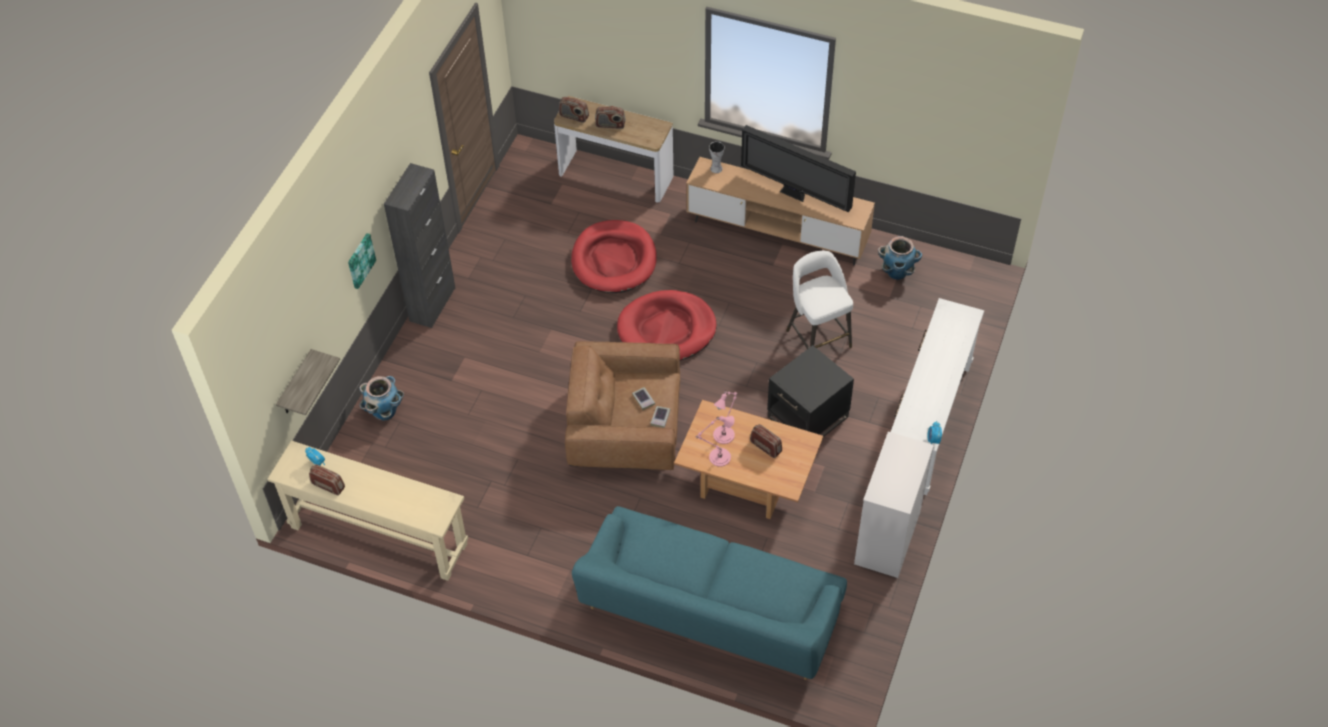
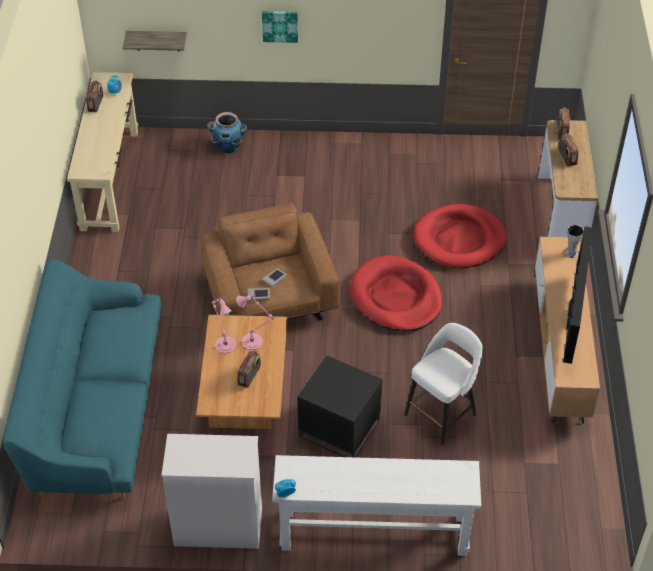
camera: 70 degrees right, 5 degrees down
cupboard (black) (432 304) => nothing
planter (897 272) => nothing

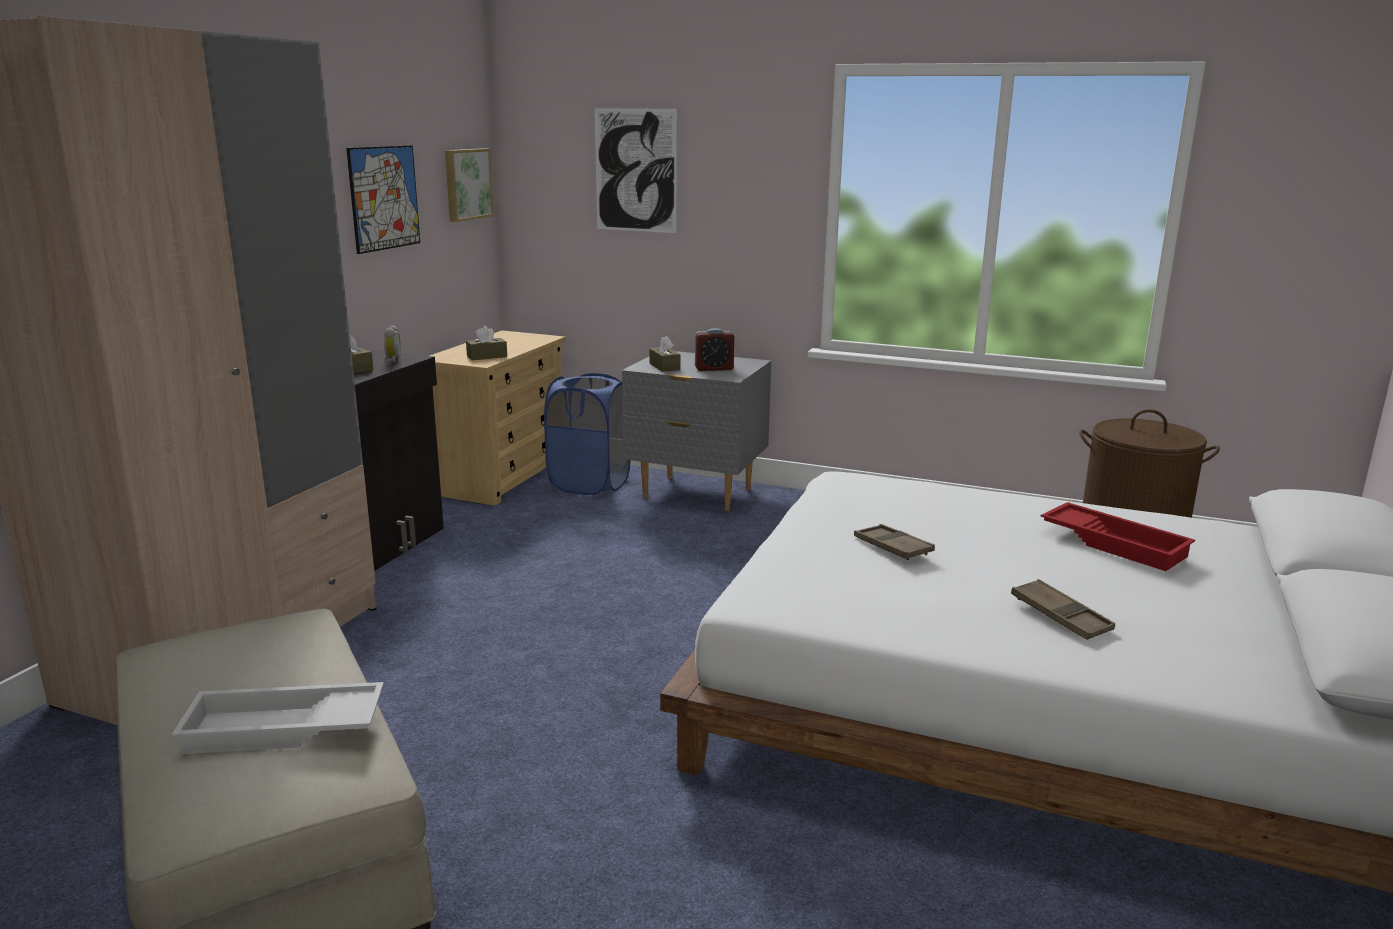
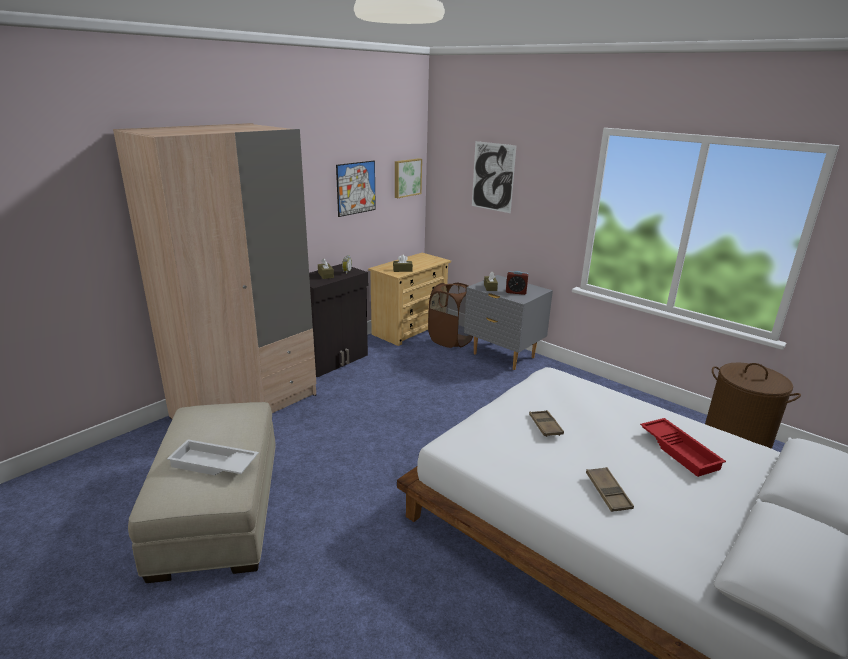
camera: 20 degrees right, 5 degrees up
hamper (bluish) (590 484) => hamper (brownish) (451 340)

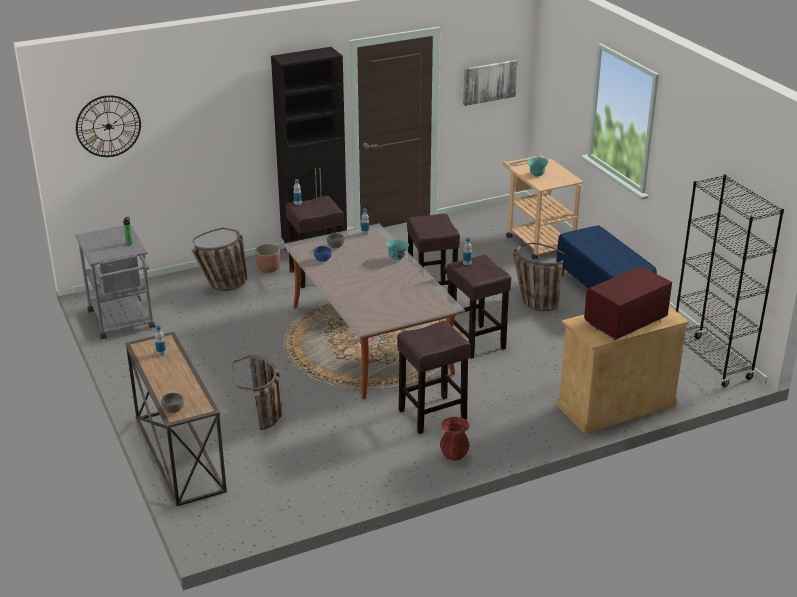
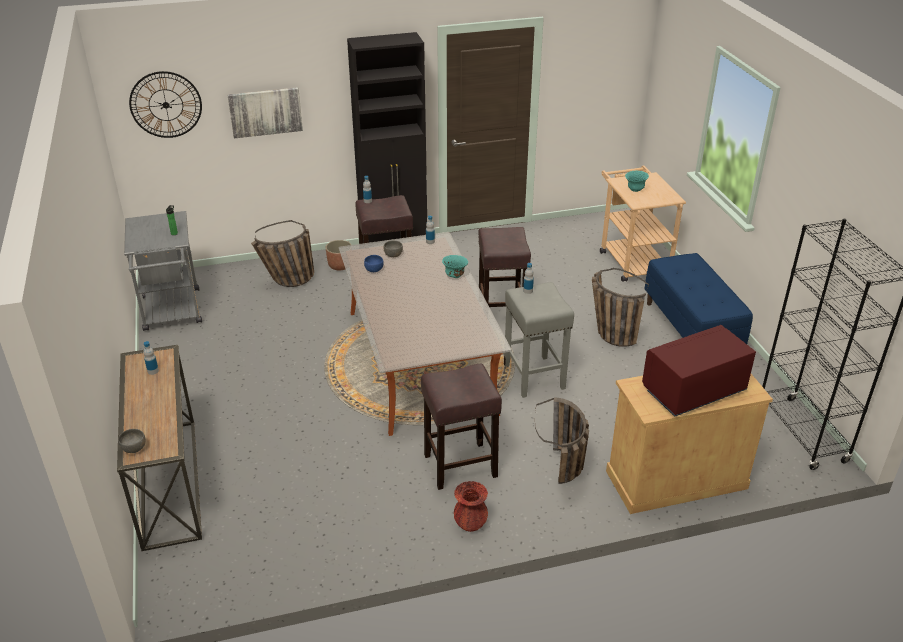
camera: 10 degrees right, 5 degrees up
wall picture (489 82) => wall picture (265 112), relocated
stool seat (brownish) (476 342) => stool seat (gray) (534 377)
basket (265 422) => basket (564 474), relocated

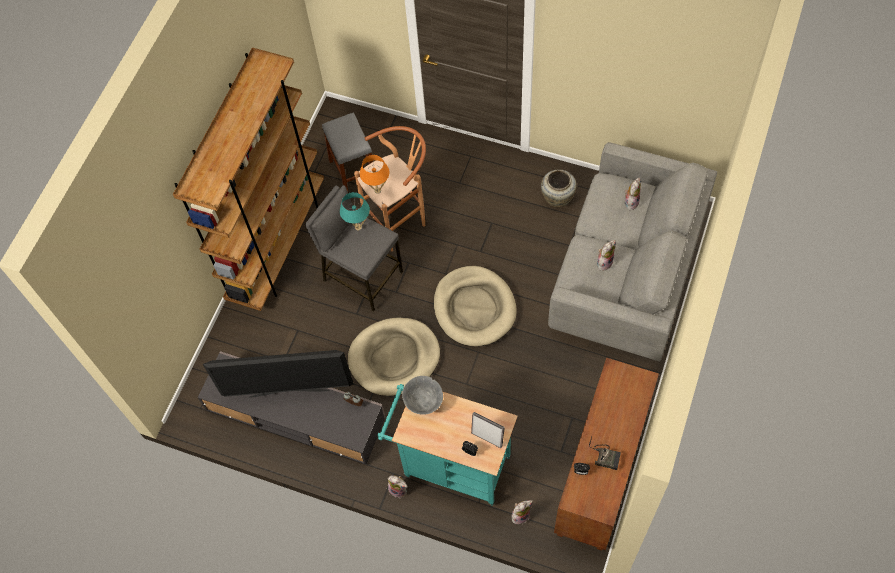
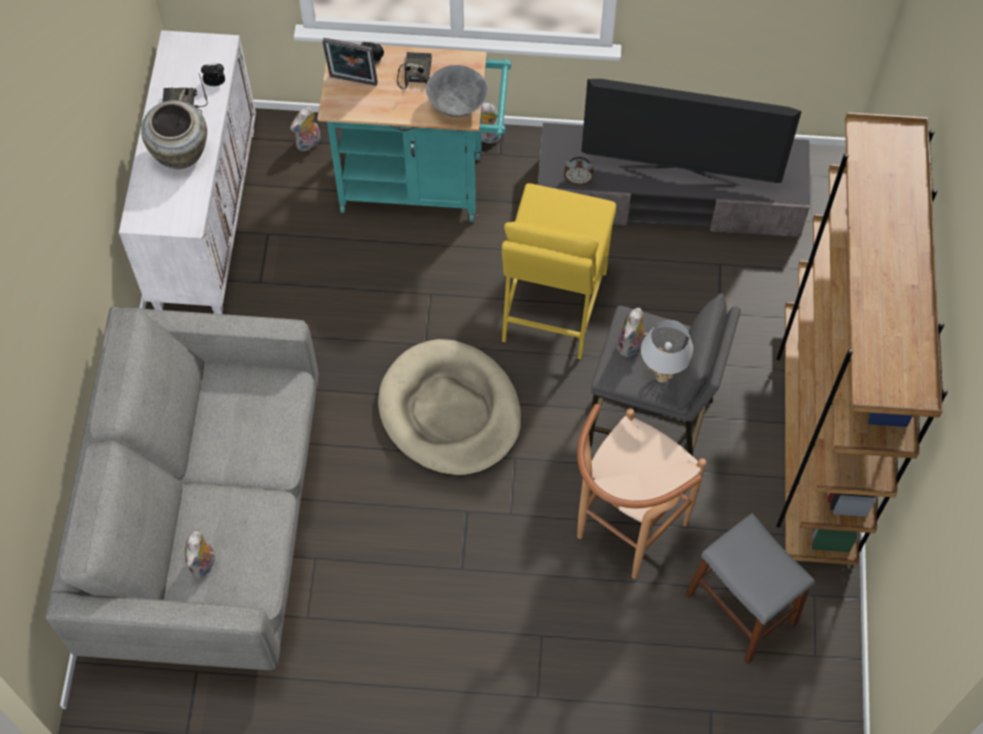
camera: 160 degrees right, 0 degrees up
table lamp (orange) (377 190) => nothing
vase (beige-coloured) (557 197) => vase (beige-coloured) (181 155), relocated
table lamp (blue-green) (358 227) => table lamp (whitish) (661 377)
plush toy (604 262) => plush toy (631 346), relocated
dog bed (beige-coloured) (394 358) => stool seat (yellow-coloured) (552 306)
TV set (289 392) => TV set (679 174), 150 degrees counterclockwise
cupboard (brownish) (601 474) => cupboard (whitish) (204 217)
nothing => radio receiver (414 73)

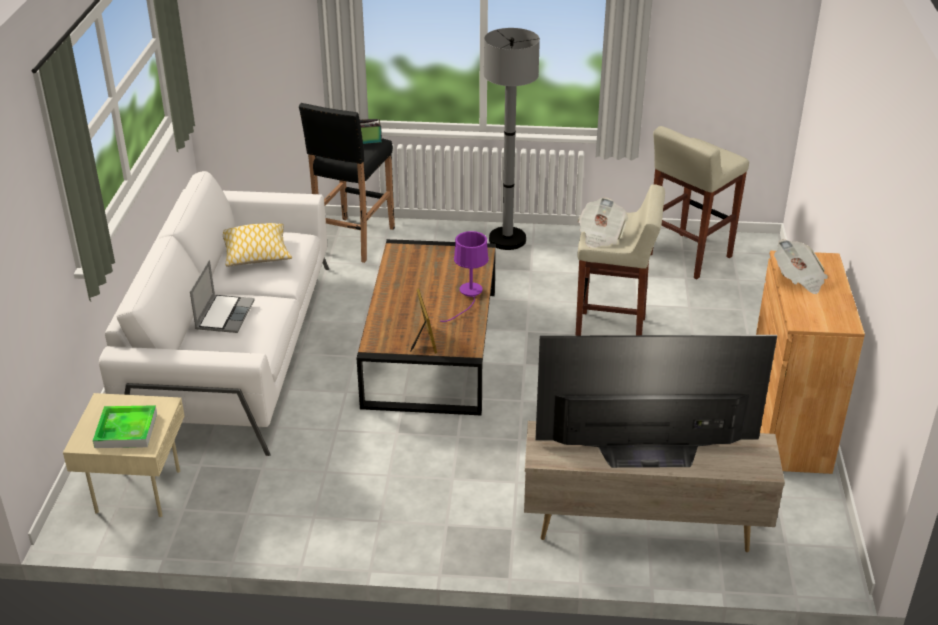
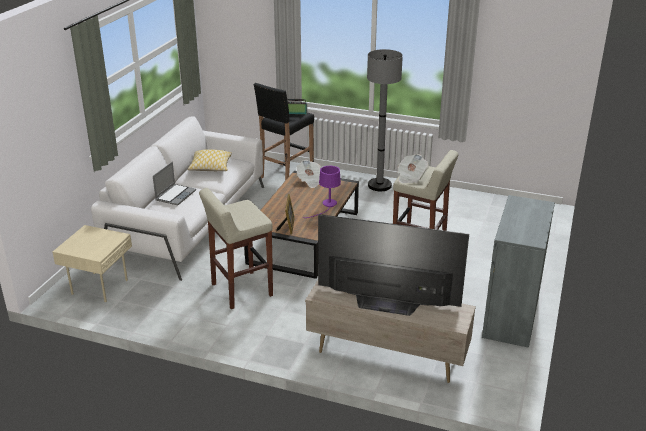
camera: 15 degrees right, 5 degrees down
stool seat (beige-coloured) (687 256) => stool seat (beige-coloured) (240 290), relocated
newspaper (798 279) => newspaper (310 181), relocated
cupboard (brownish) (788 427) => cupboard (gray) (511 315)
tray (126 430) => nothing

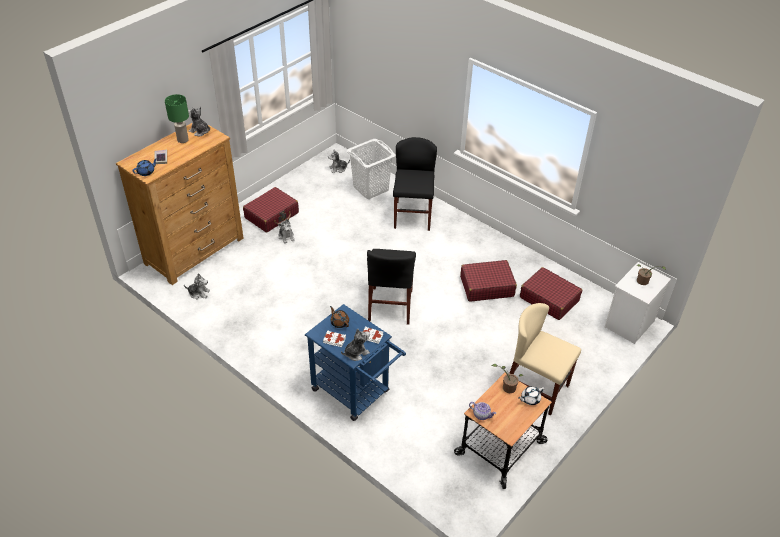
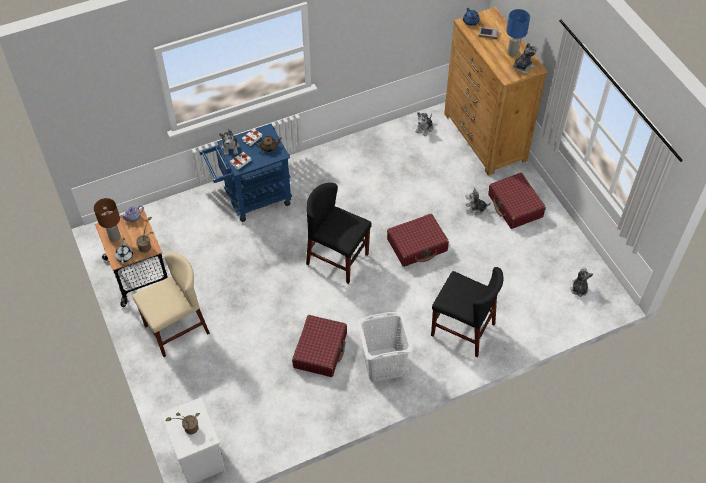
camera: 115 degrees right, 10 degrees up
table lamp (green-coloured) (182 140) => table lamp (bluish) (513 52)
hamper (whitish) (371 188) => hamper (whitish) (383 364), relocated
suitcase (red) (549 299) => suitcase (red) (417 245), relocated
nothing => table lamp (brownish) (114 237)

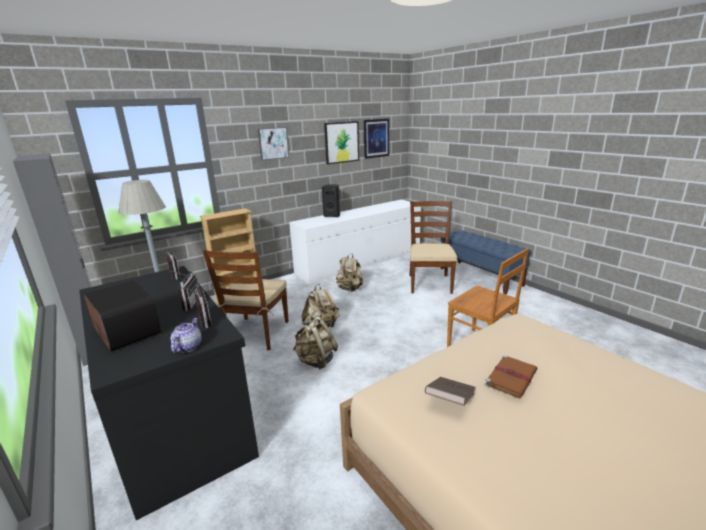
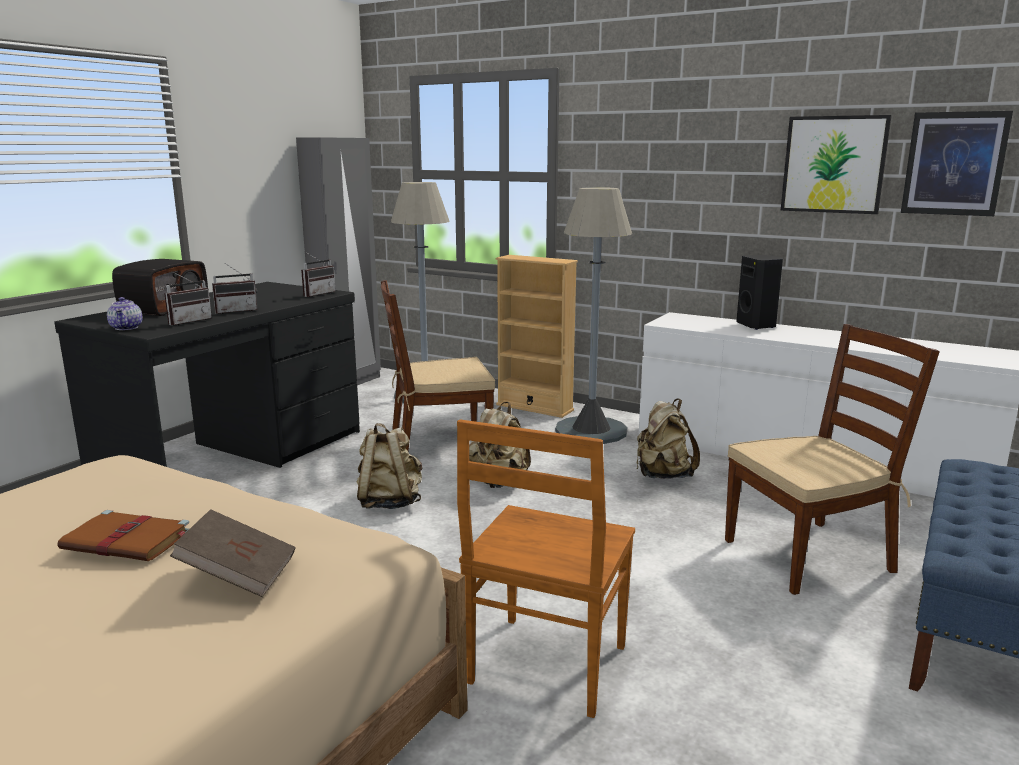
camera: 65 degrees right, 5 degrees down
wall picture (273 143) => nothing
teapot (188 347) => teapot (127 328), 90 degrees clockwise
book (brownish) (449 400) => book (brownish) (238 574), relocated
nothing => standard lamp (gray) (591 431)

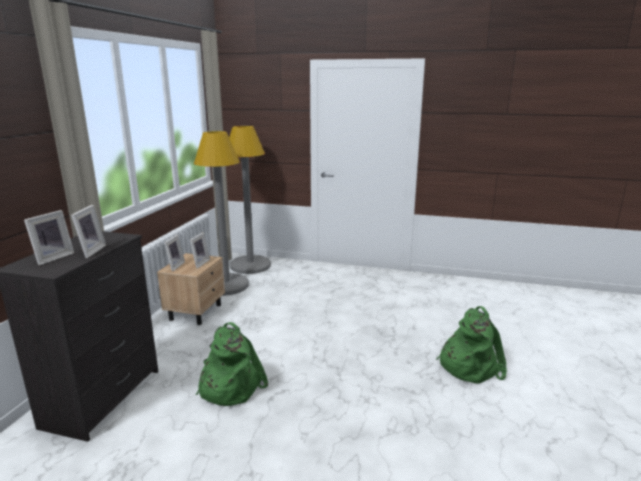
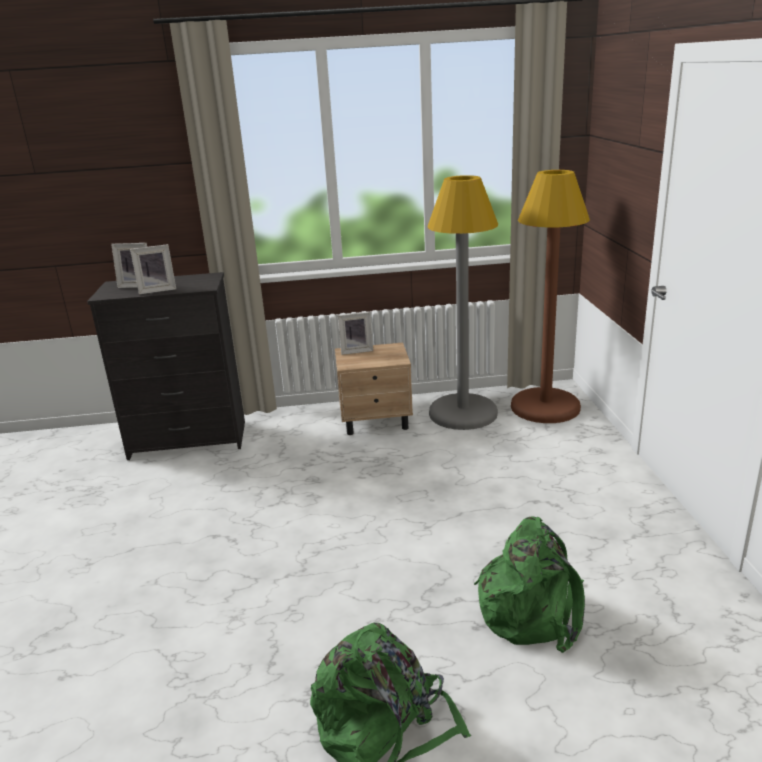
camera: 70 degrees right, 5 degrees up
standard lamp (gray) (250 265) => standard lamp (brownish) (545 407)
standing frame (199 263) => nothing
backpack (green-coloured) (229 386) => backpack (green-coloured) (532 610), relocated

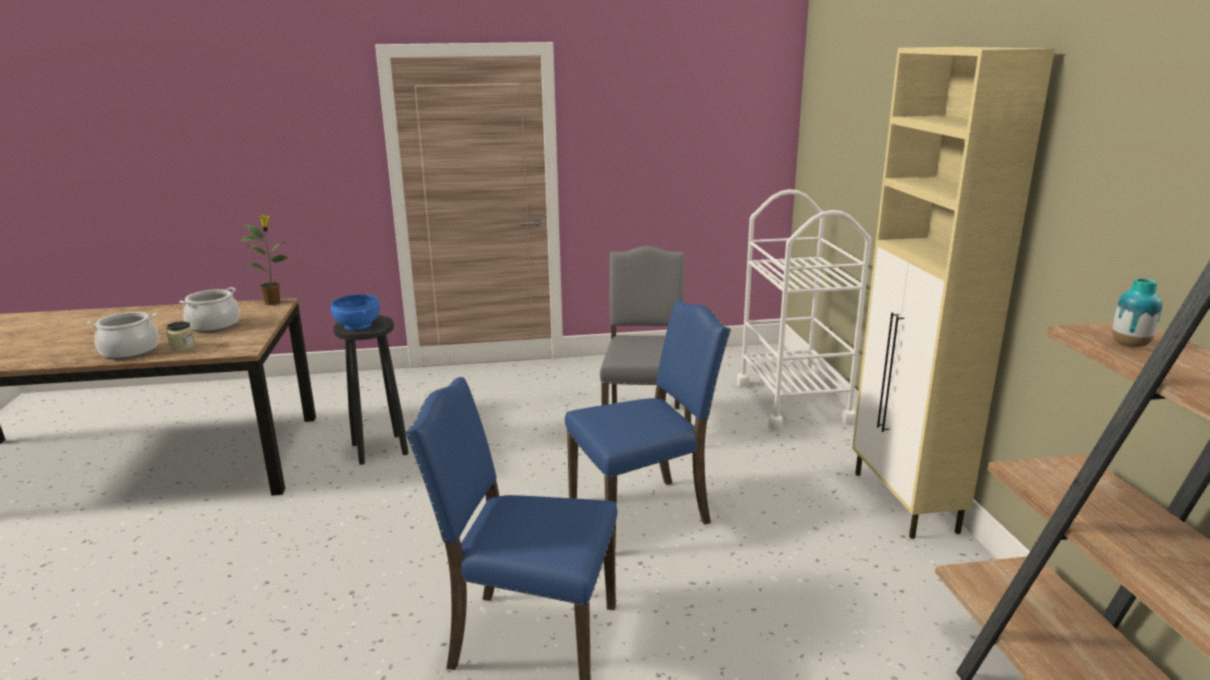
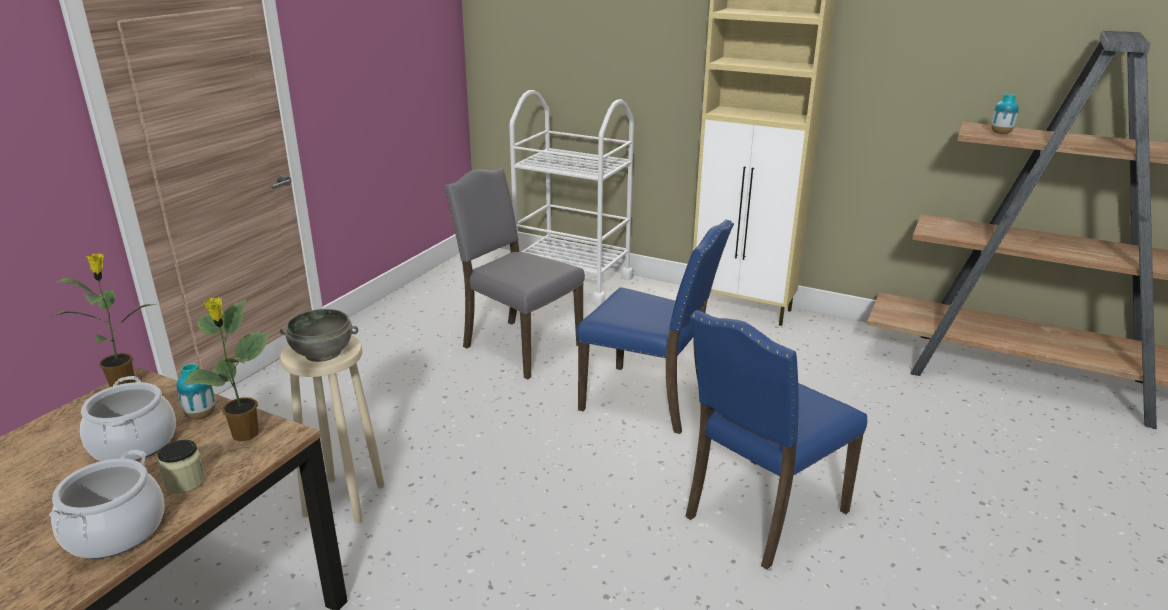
camera: 55 degrees left, 5 degrees up
serving bowl (bluish) (358 325) => serving bowl (gray) (323 352)
chair (bluish) (643 513) => chair (bluish) (648 400), 105 degrees clockwise
stool seat (black) (380 449) => stool seat (beige-coloured) (345 500)
nothing => potted plant (245 435)
nothing => vase (201 415)

